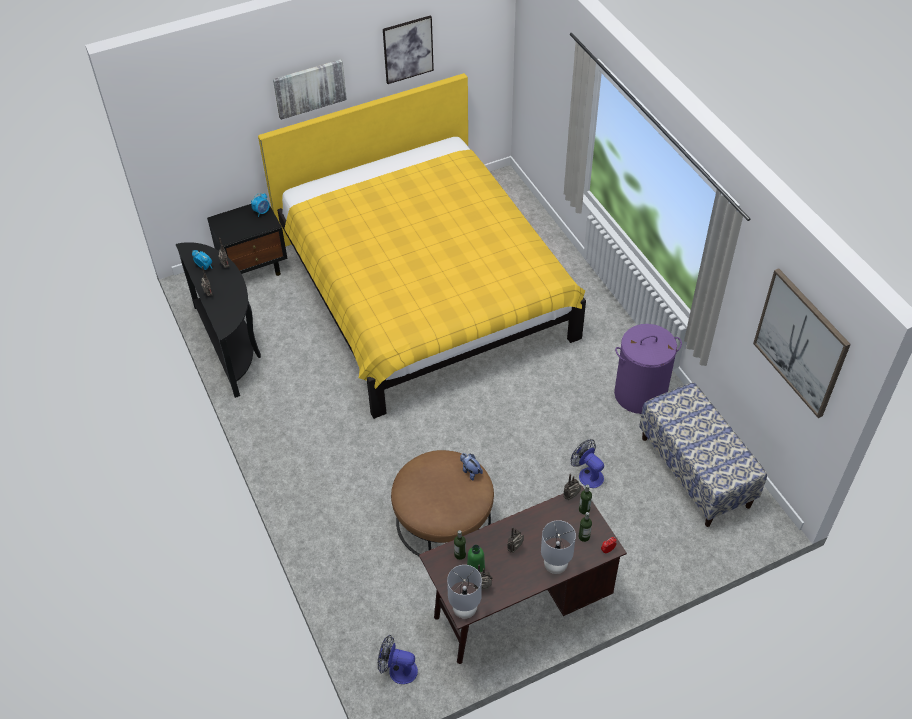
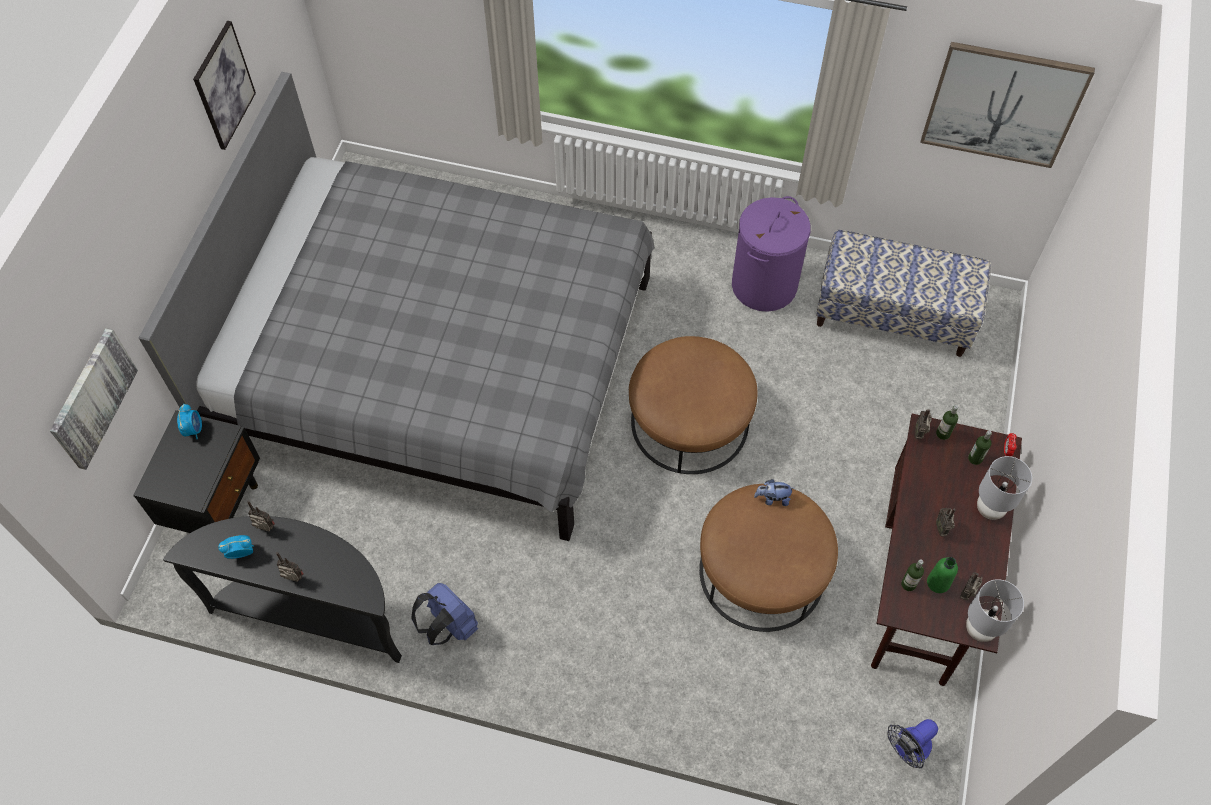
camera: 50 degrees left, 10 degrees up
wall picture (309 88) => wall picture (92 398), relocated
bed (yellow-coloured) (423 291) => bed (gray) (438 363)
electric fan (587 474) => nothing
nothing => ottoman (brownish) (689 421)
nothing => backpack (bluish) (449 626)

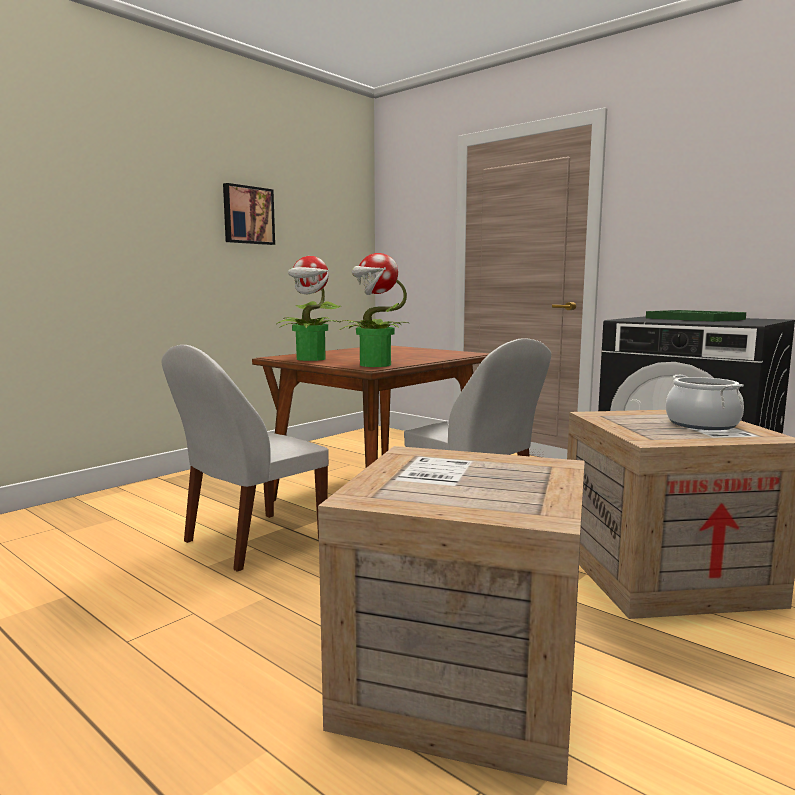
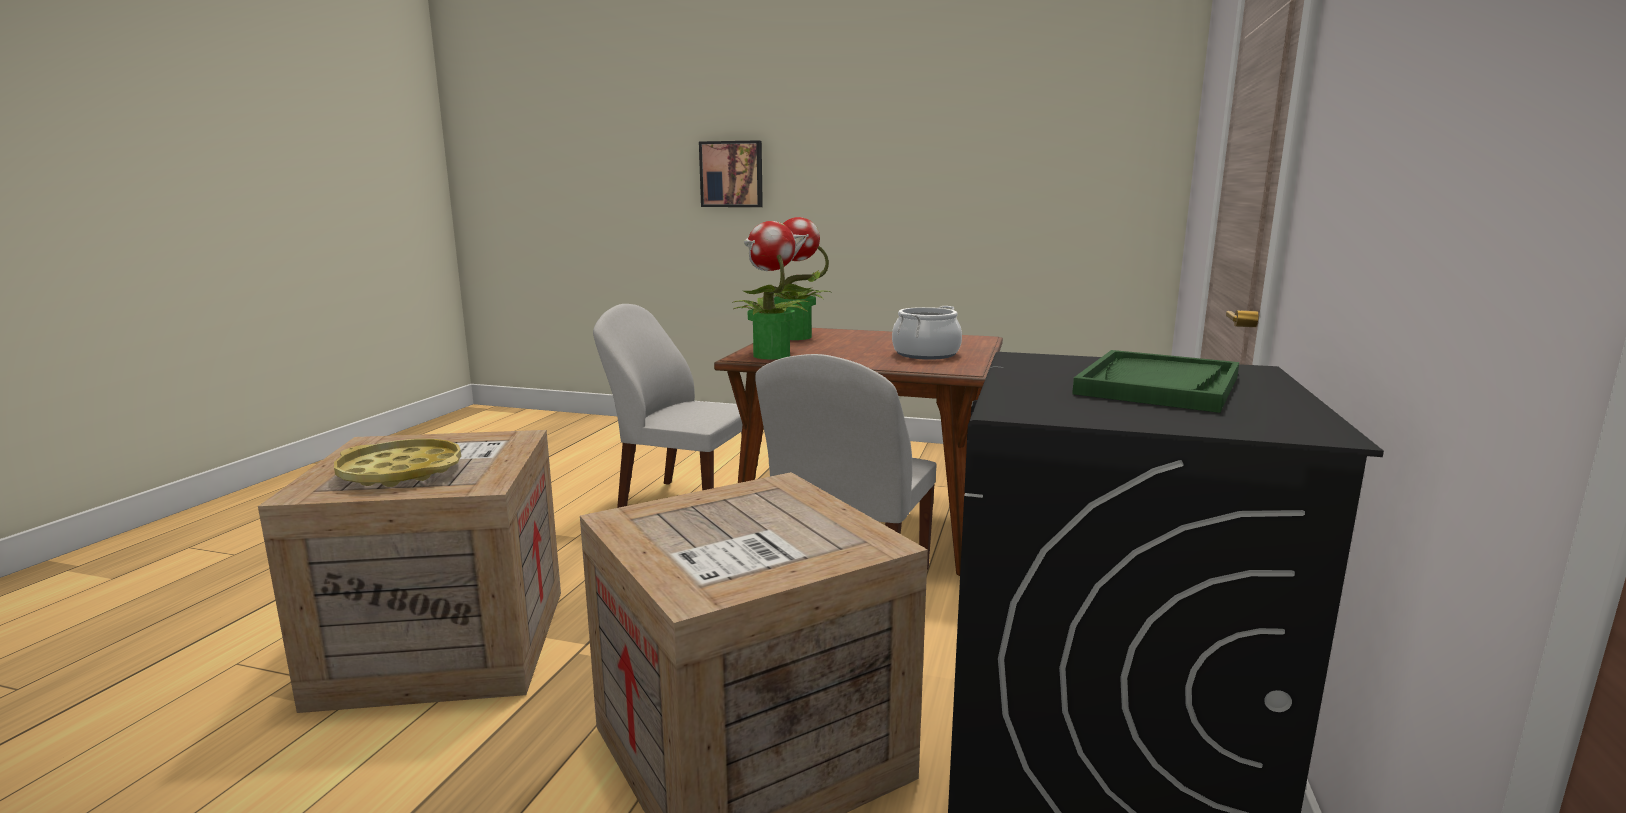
camera: 65 degrees right, 5 degrees up
wall picture (248 215) => wall picture (732 174), relocated
cooking pot (702 424) => cooking pot (925 354), relocated
nothing => tray (yellow-coloured) (401 472)

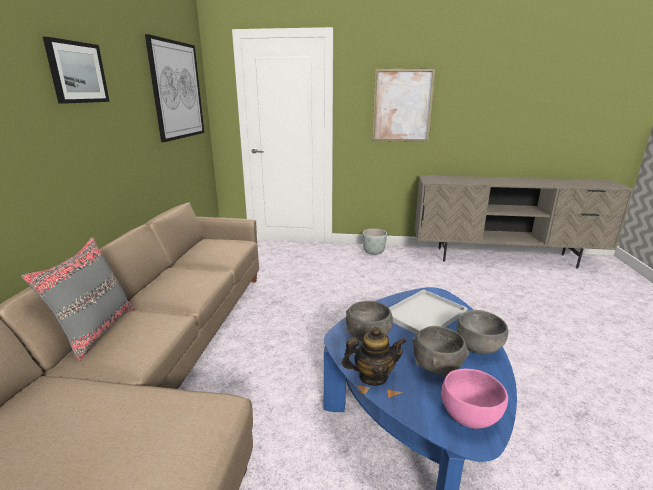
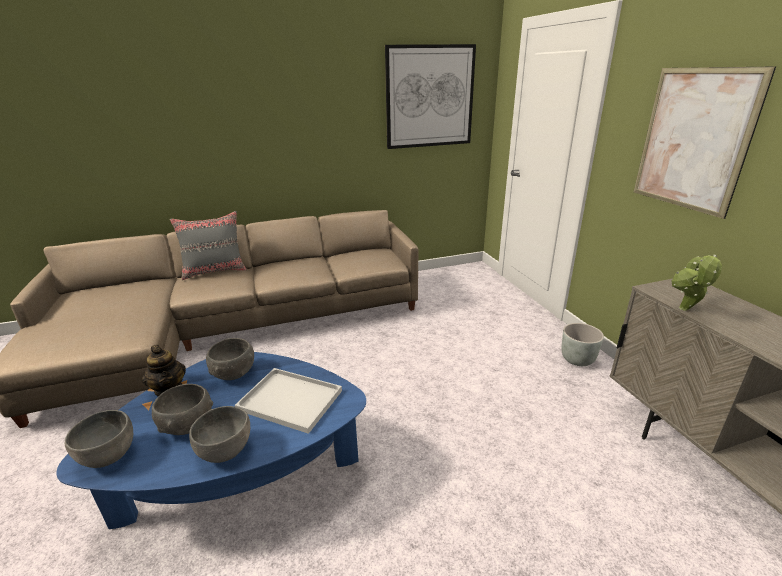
camera: 65 degrees right, 5 degrees up
wall picture (77 72) => nothing
serving bowl (pinkish) (470 417) => serving bowl (gray) (109 456)
nothing => potted plant (685 310)

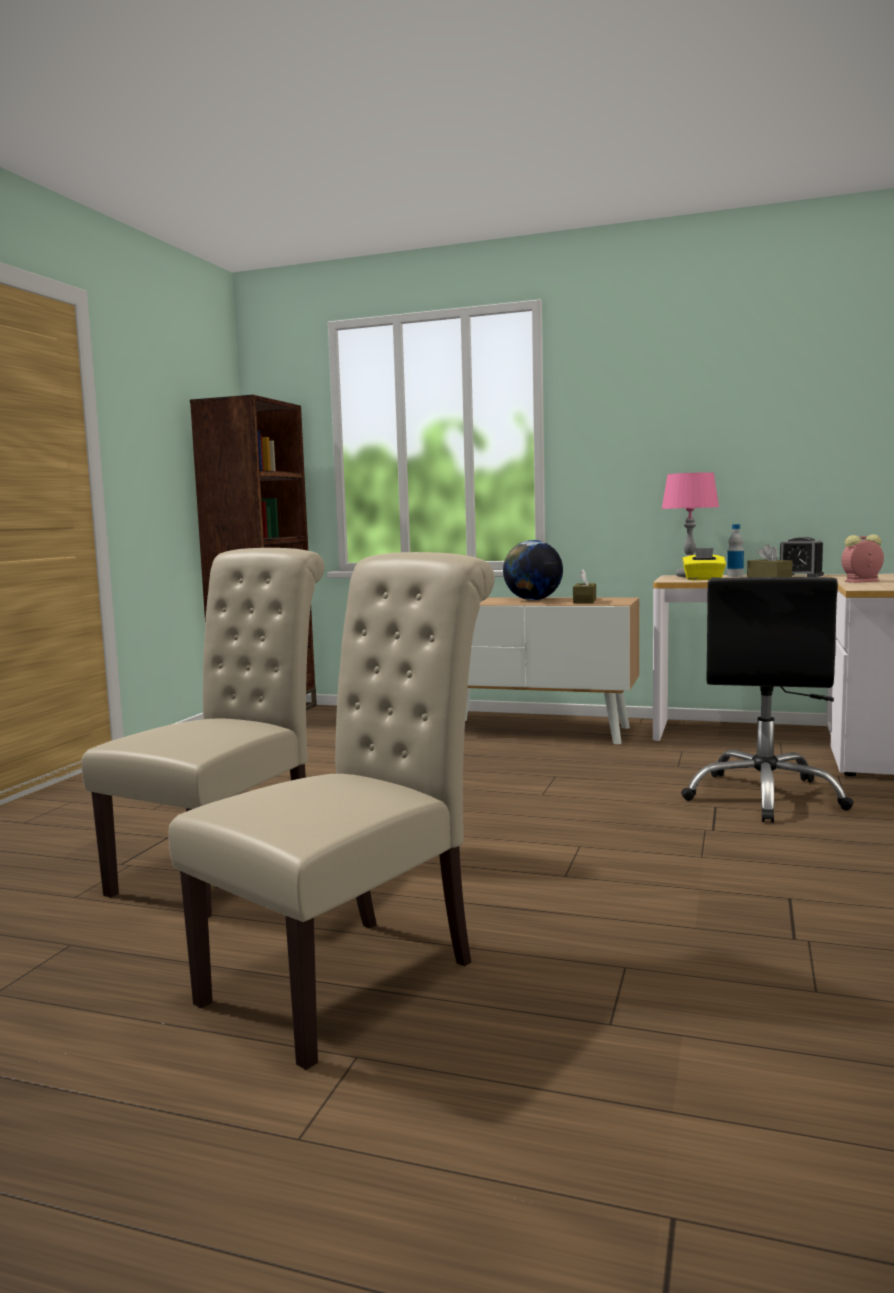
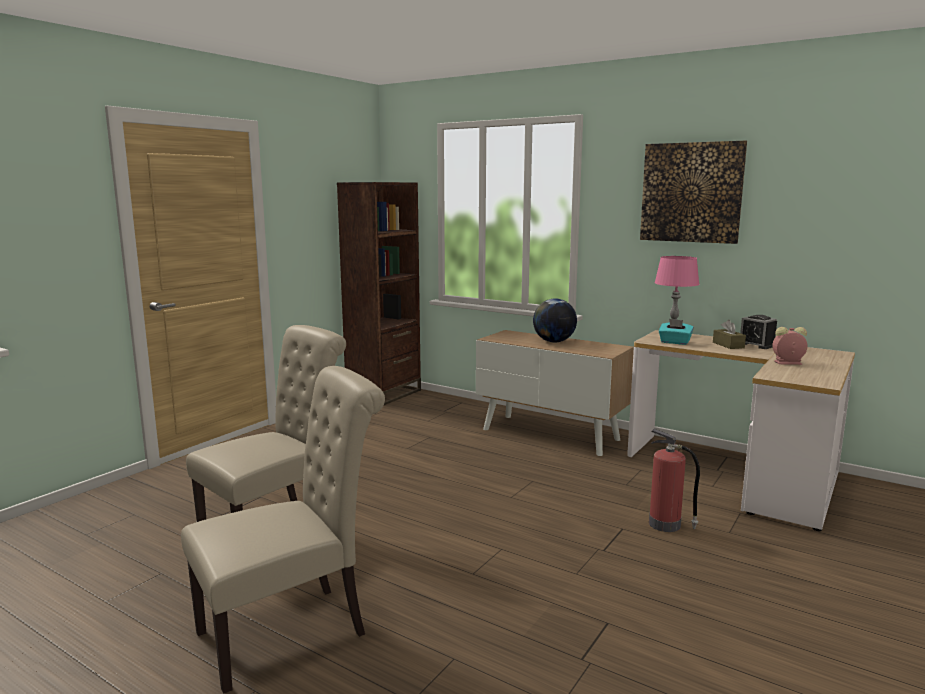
camera: 15 degrees right, 5 degrees up
bottle (735 576) => nothing
box of tissues (yellow-coloured) (703 579) => box of tissues (blue-green) (674 342)
box of tissues (brownish) (584 601) => nothing
desk chair (black) (765 797) => fire-fighting cylinder (666 525)
nothing => wall picture (691 192)

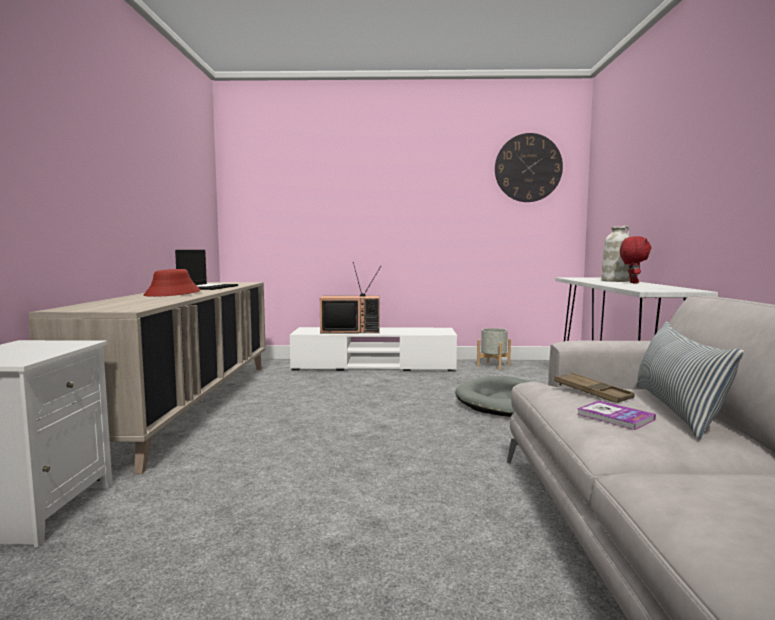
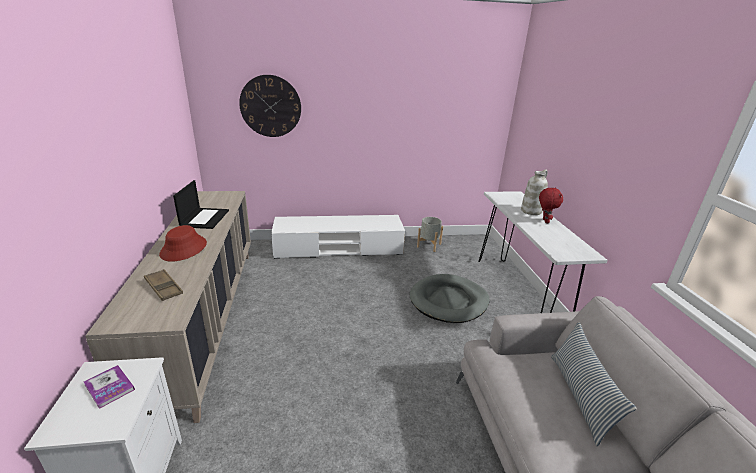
camera: 10 degrees left, 20 degrees up
hanging clock (528 168) => hanging clock (270 106), relocated
TV set (351 330) => nothing
tray (brownish) (592 393) => tray (brownish) (164 288), relocated
book (615 417) => book (109 387), relocated

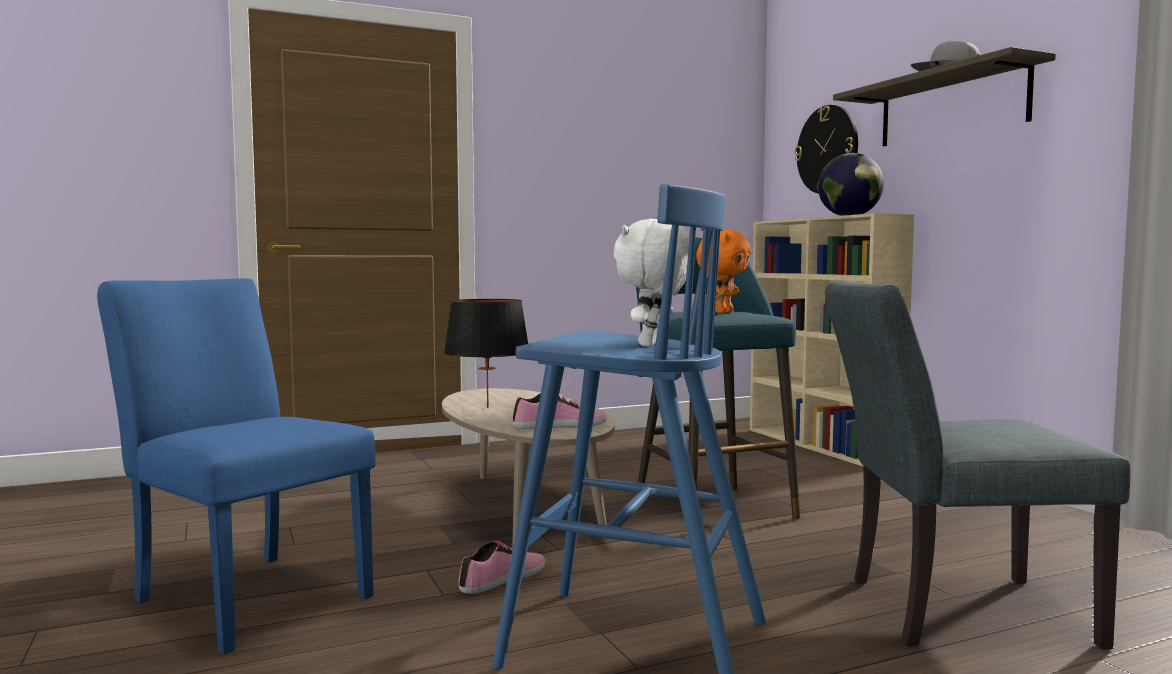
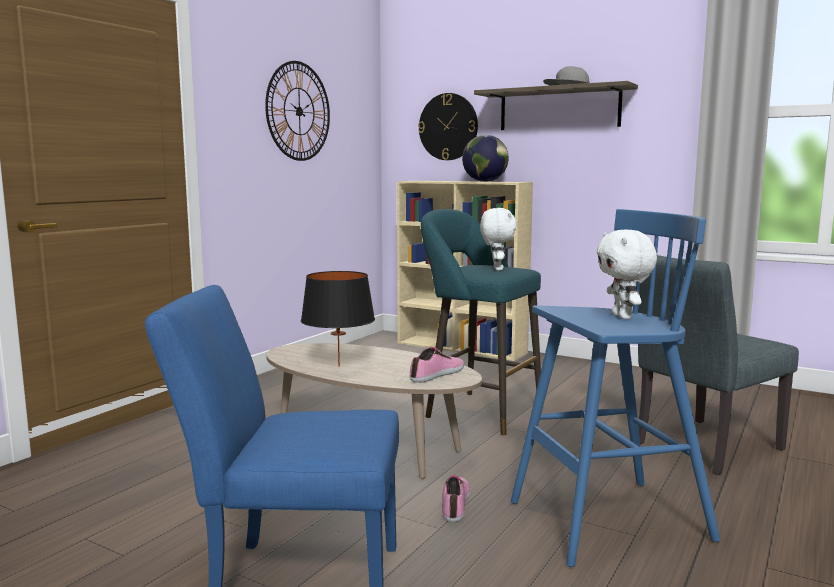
camera: 35 degrees left, 5 degrees up
plush toy (orange) (722 312) => plush toy (whitish) (496 269)
nothing => hanging clock (299 111)

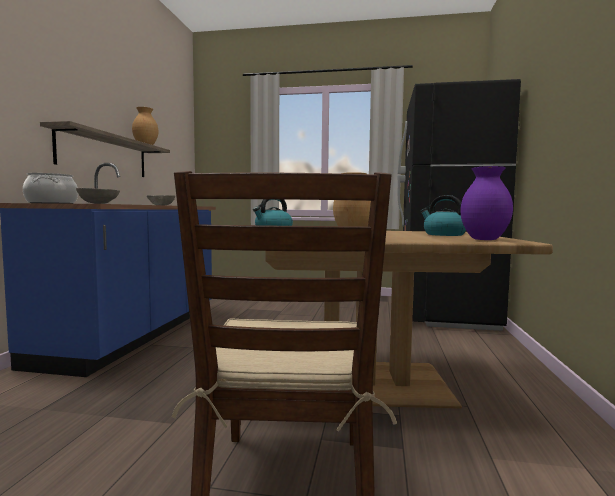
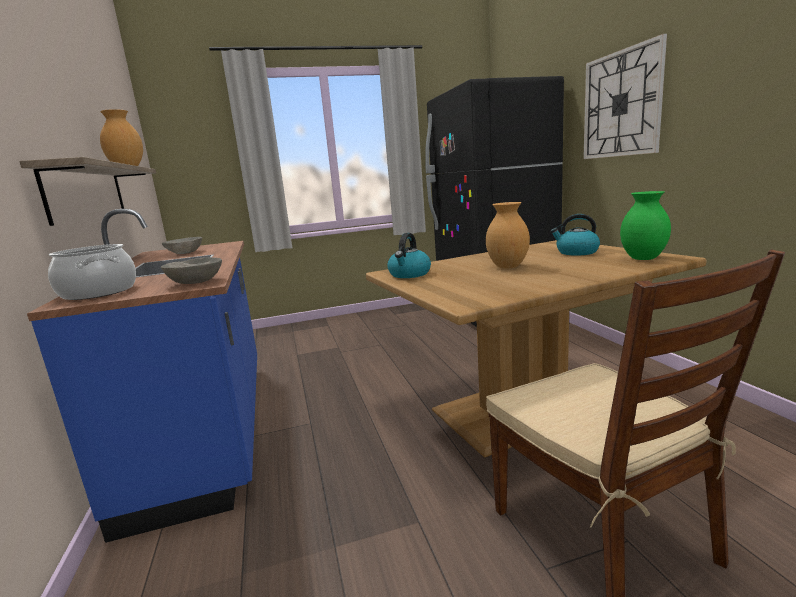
camera: 25 degrees left, 10 degrees up
vase (purplish) (485 239) => vase (green-coloured) (643 258)
nothing => hanging clock (621 104)

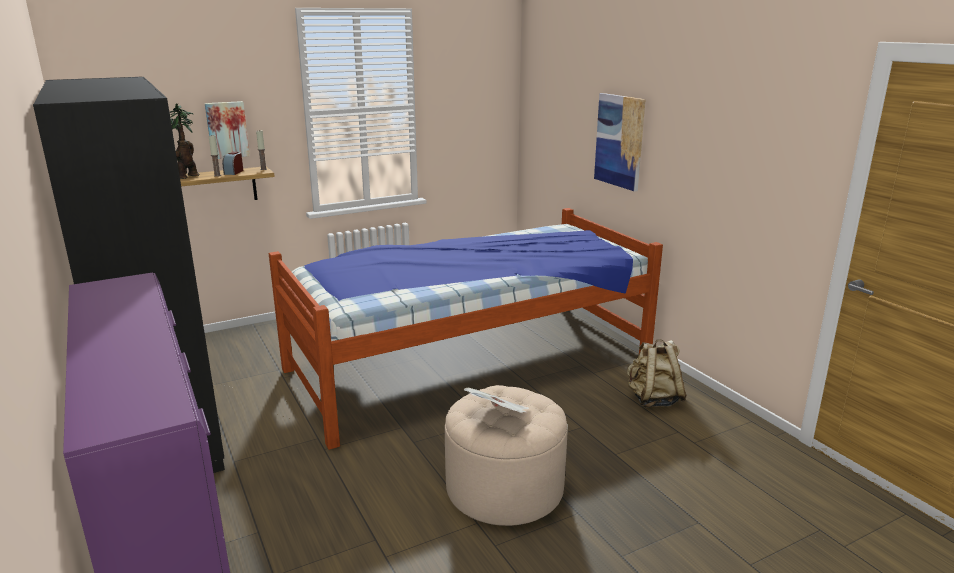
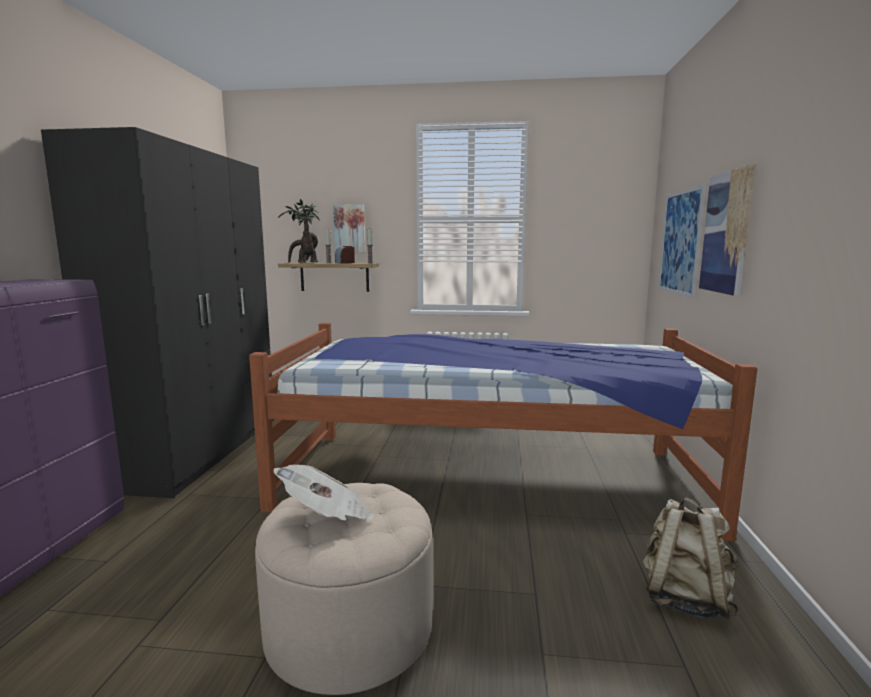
camera: 35 degrees right, 10 degrees down
nothing => wall picture (680 242)

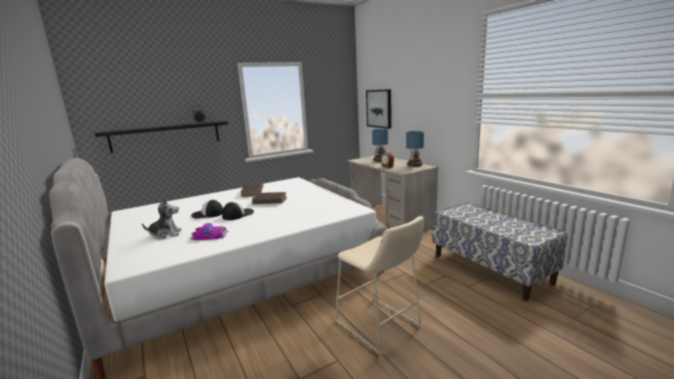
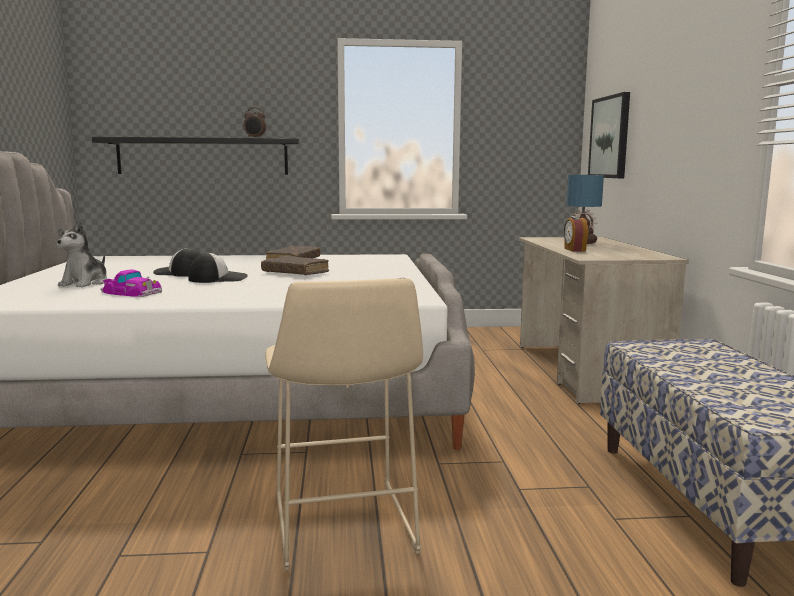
camera: 25 degrees right, 5 degrees down
table lamp (414 165) => nothing
plush toy (166 234) => plush toy (85 283), 90 degrees clockwise

